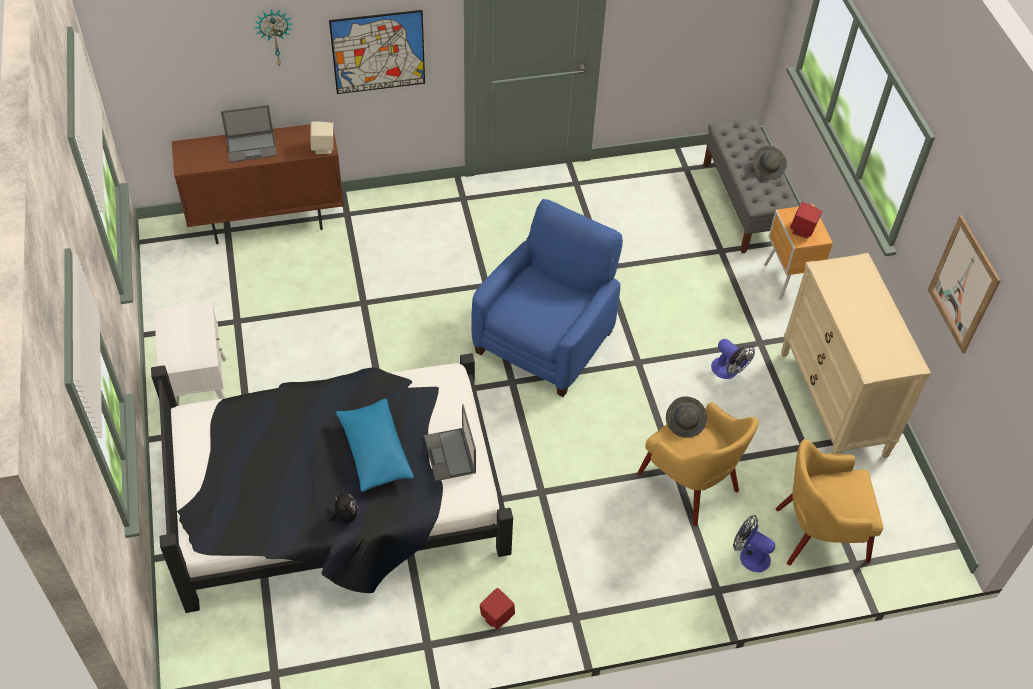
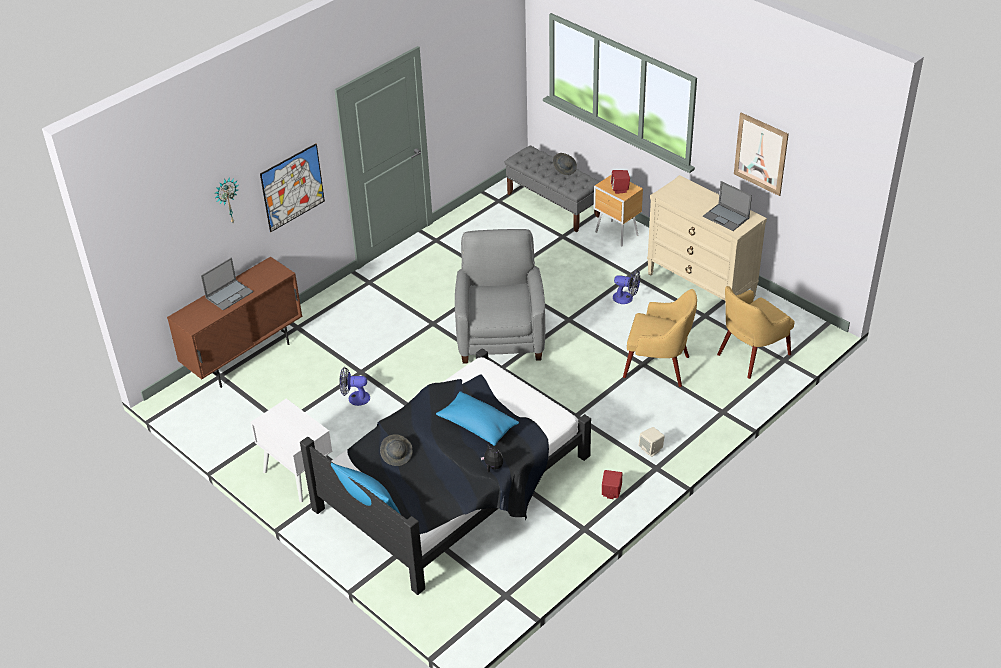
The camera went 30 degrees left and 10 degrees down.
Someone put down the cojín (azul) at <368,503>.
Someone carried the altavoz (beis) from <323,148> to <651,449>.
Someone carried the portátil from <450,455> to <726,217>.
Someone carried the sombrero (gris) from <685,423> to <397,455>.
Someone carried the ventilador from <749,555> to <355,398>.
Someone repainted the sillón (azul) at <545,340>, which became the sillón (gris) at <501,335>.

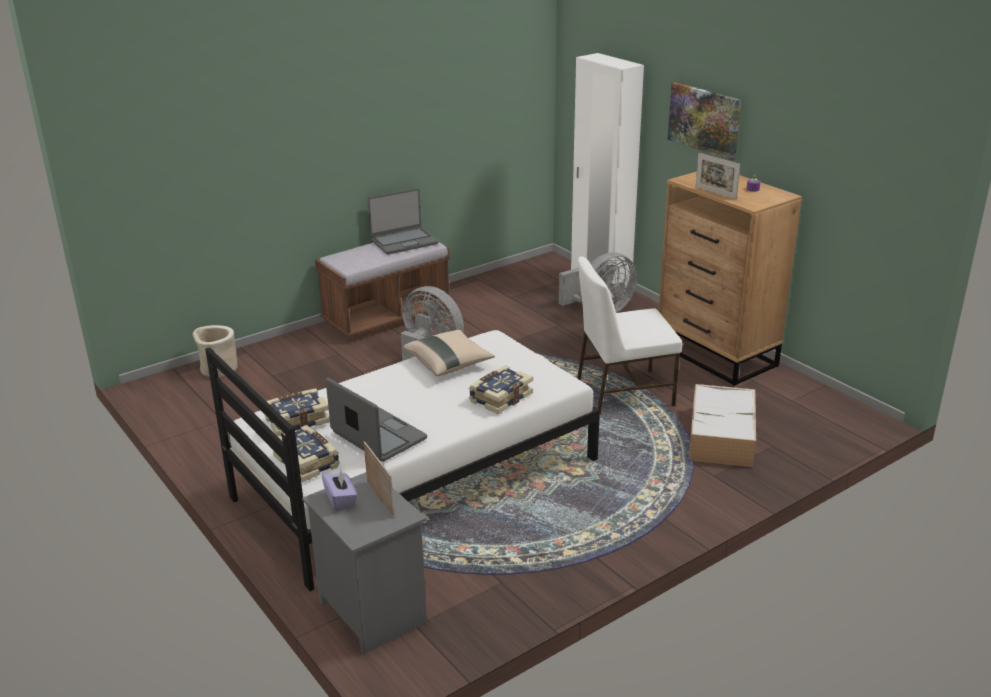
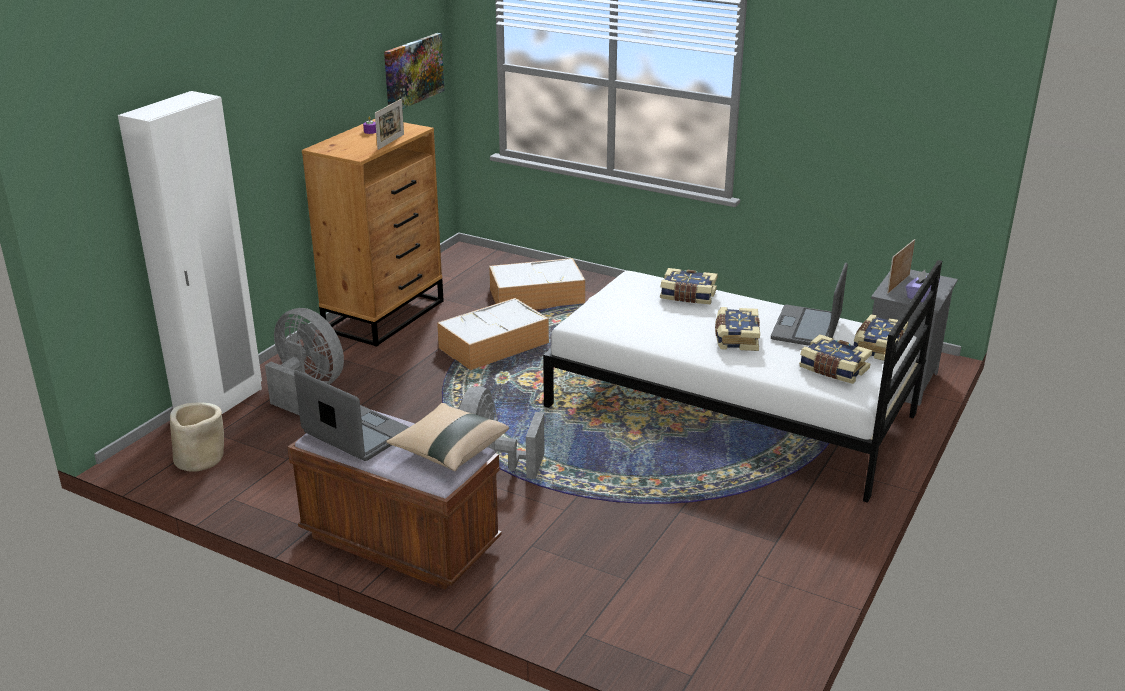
The camera went 115 degrees left and 0 degrees up.
Someone put down the libro at <736,338>.
Someone carried the maceta (beis) from <218,369> to <200,460>.
Someone carried the cojín (beis) from <449,364> to <448,450>.
Someone carried the cuadro from <704,120> to <413,71>.
Someone swapped the silla (blanco) at <622,392> for the caja de almacenaje at <493,346>.

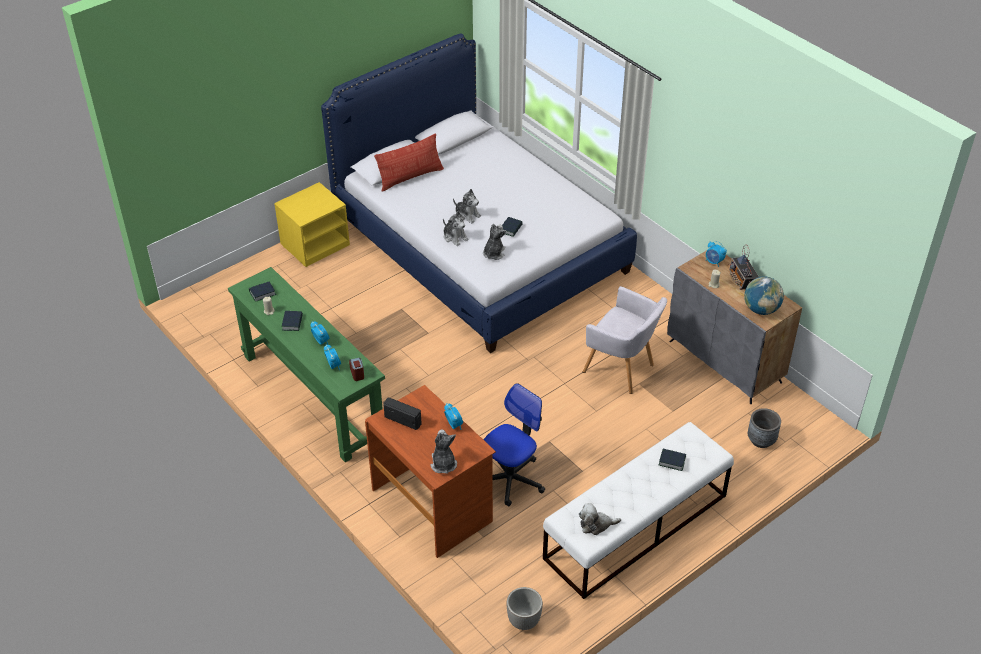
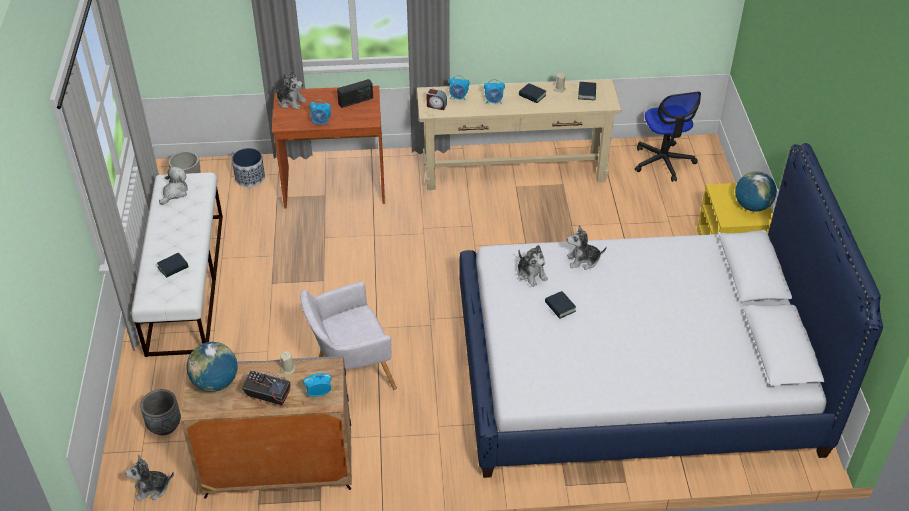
The camera went 125 degrees right and 0 degrees up.
Someone took away the cojín at <410,177>.
Someone put down the maceta at <250,178>.
Someone put down the globo terráqueo at <752,206>.
Someone carried the peluche from <467,215> to <152,488>.
Someone carried the silla de oficina from <511,479> to <663,162>.
Someone repainted the mesa consola (verde) at <312,396>, which became the mesa consola (beis) at <514,171>.

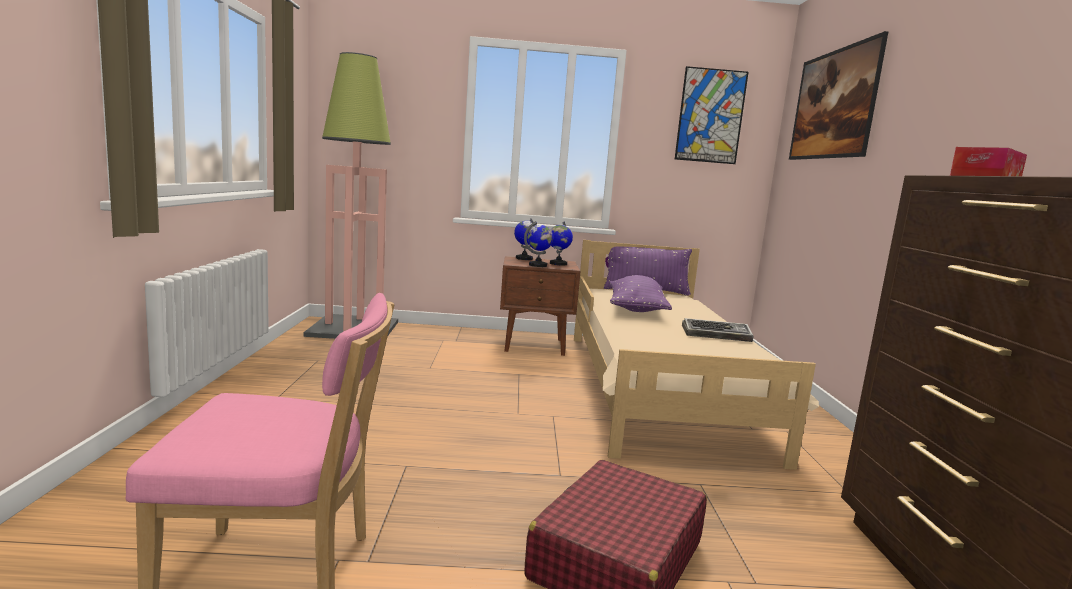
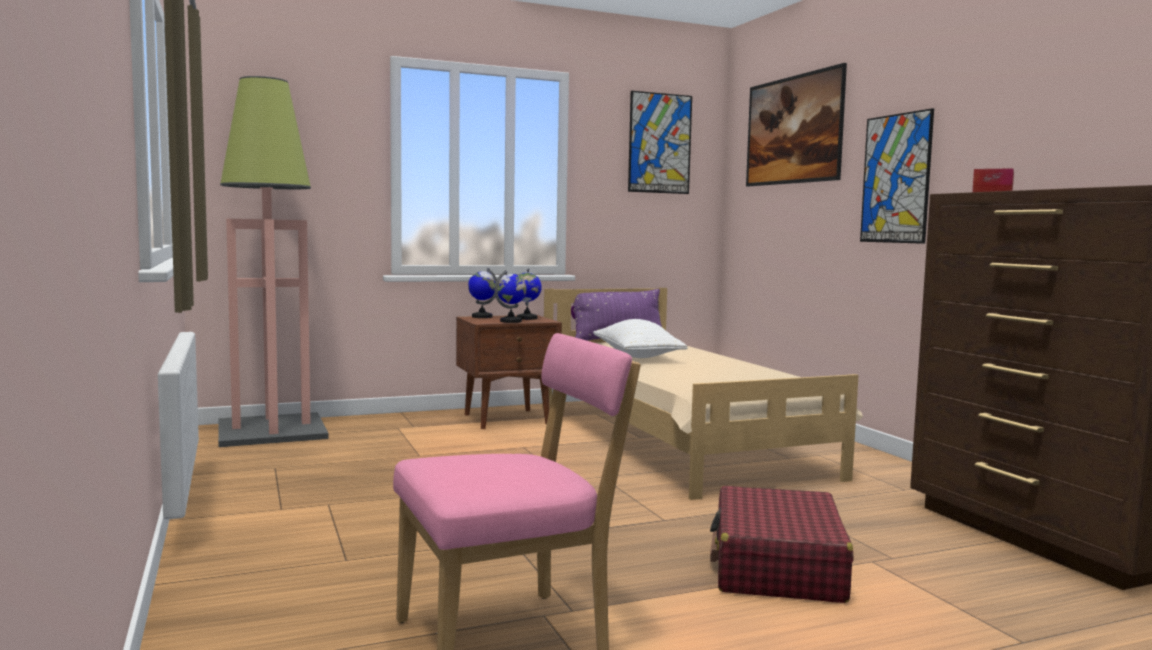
The camera went 20 degrees left and 5 degrees down.
Someone took away the teclado at <716,335>.
Someone put up the cuadro at <896,178>.
Someone repainted the cojín (morado) at <636,309>, which became the cojín (blanco) at <637,356>.

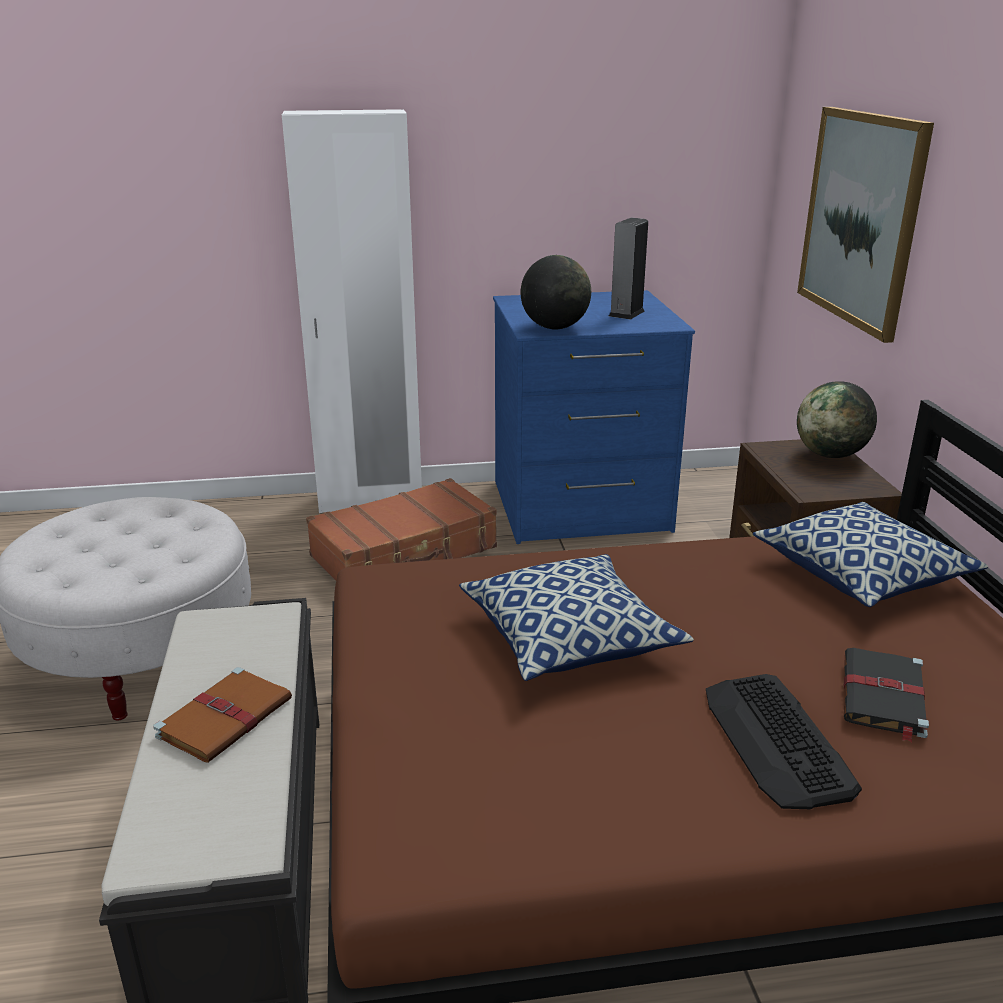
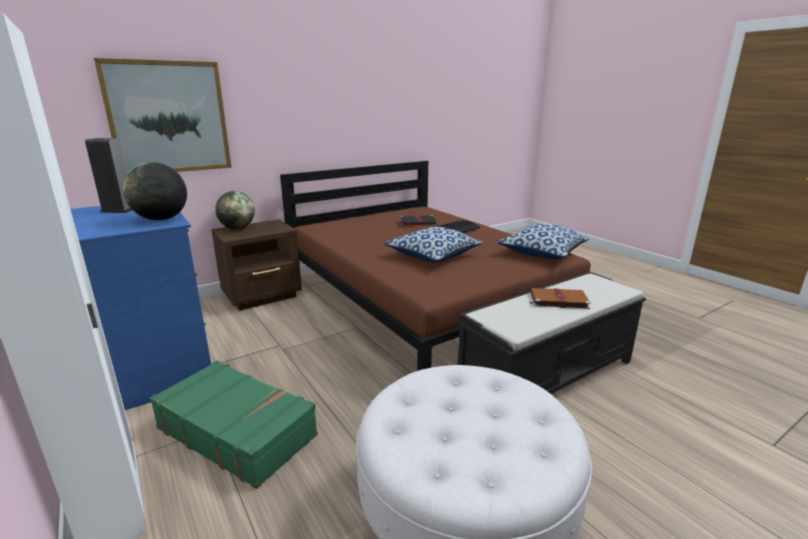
The camera went 115 degrees left and 5 degrees down.
Someone carried the cojín from <861,575> to <542,252>.
Someone repainted the maleta (marrón) at <405,552>, which became the maleta (verde) at <237,431>.

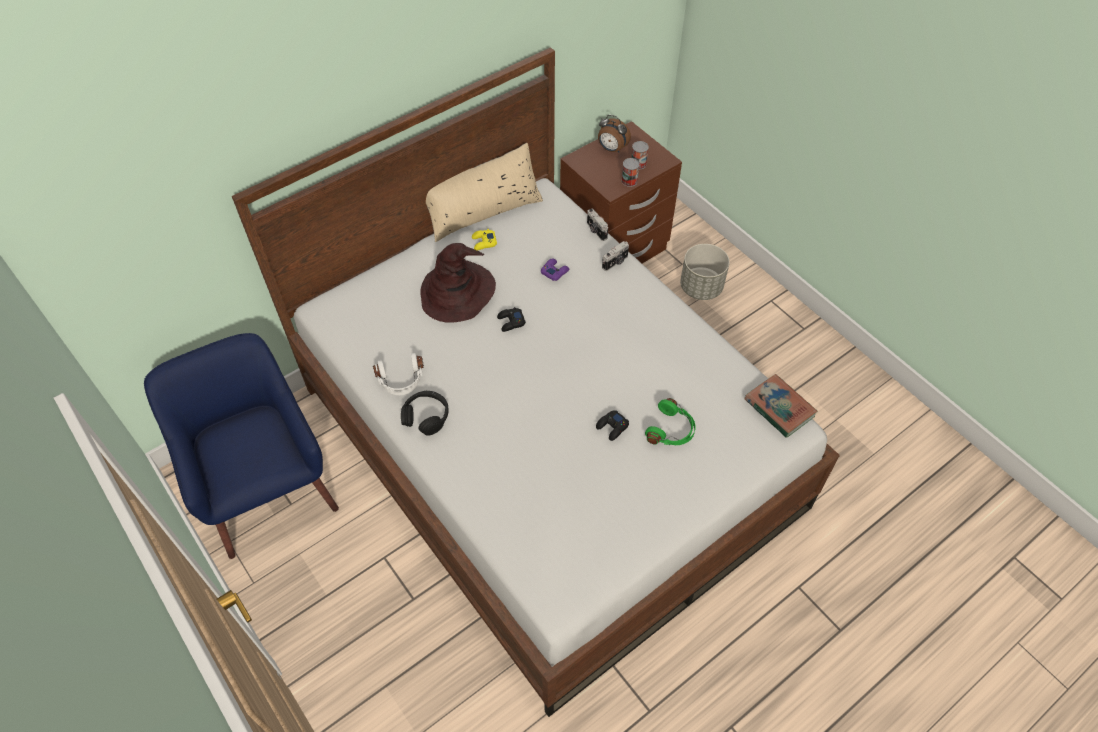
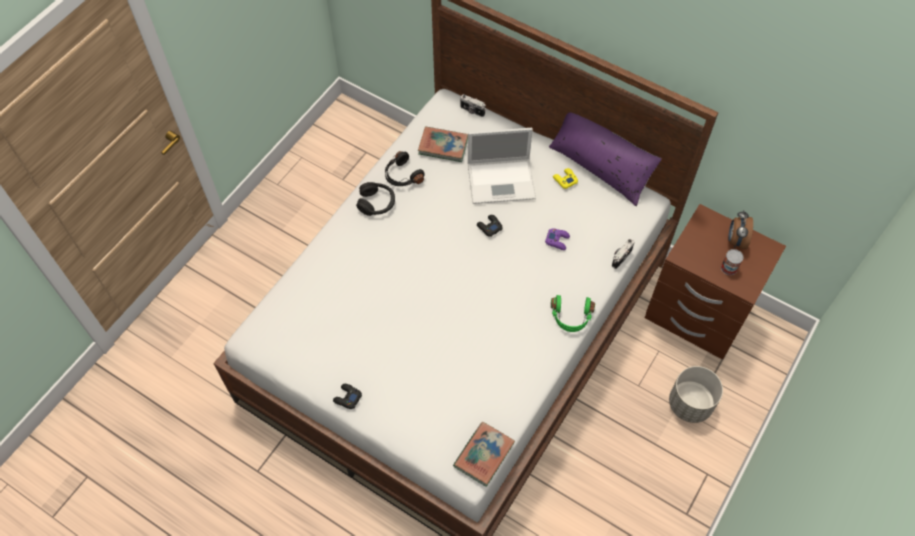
The camera went 70 degrees right and 5 degrees up.
Someone took away the sillón (azul) at <267,488>.
Someone took away the lata at <629,181>.
Someone put down the libro at <443,146>.
Someone carried the mando de consola (negro) from <612,427> to <347,398>.
Someone carried the cámara from <615,262> to <472,111>.
Someone carried the auriculares (verde) from <671,430> to <571,317>.
Someone swapped the sombrero (marrón) at <457,292> for the portátil at <502,180>.
Someone repainted the auriculares (blanco) at <401,381>, which became the auriculares (negro) at <402,176>.
Someone repainted the cojín (beis) at <483,211>, which became the cojín (morado) at <599,167>.

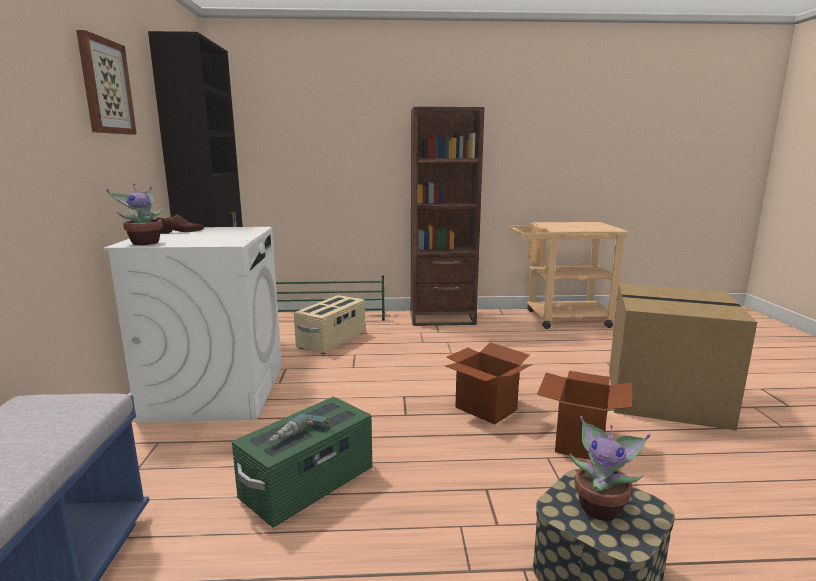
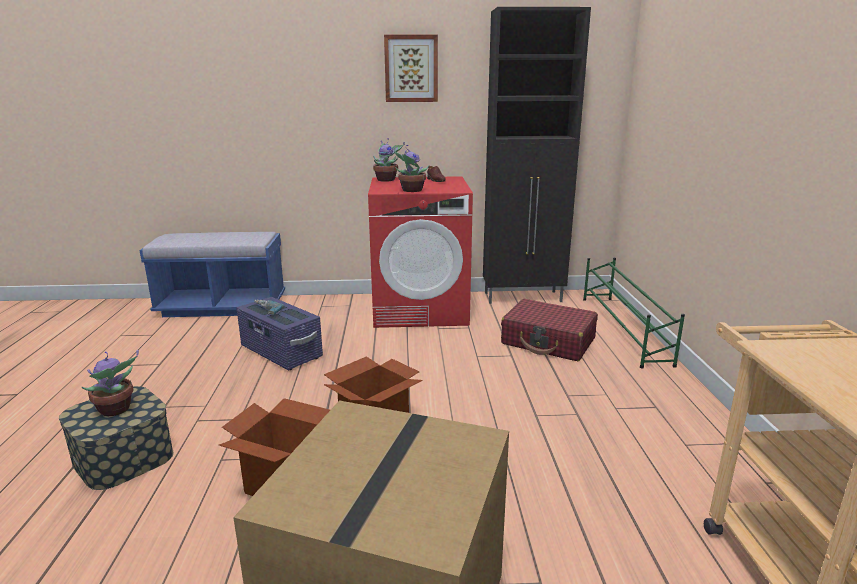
The camera went 90 degrees right and 5 degrees up.
Someone took away the estantería (marrón) at <442,318>.
Someone put down the planta en maceta at <411,190>.
Someone swapped the caja de almacenaje (beis) at <332,340> for the maleta (rojo) at <548,341>.
Someone repainted the lavadora (blanco) at <216,391>, which became the lavadora (rojo) at <420,309>.
Someone repainted the caja de almacenaje (verde) at <308,485>, which became the caja de almacenaje (morado) at <281,352>.

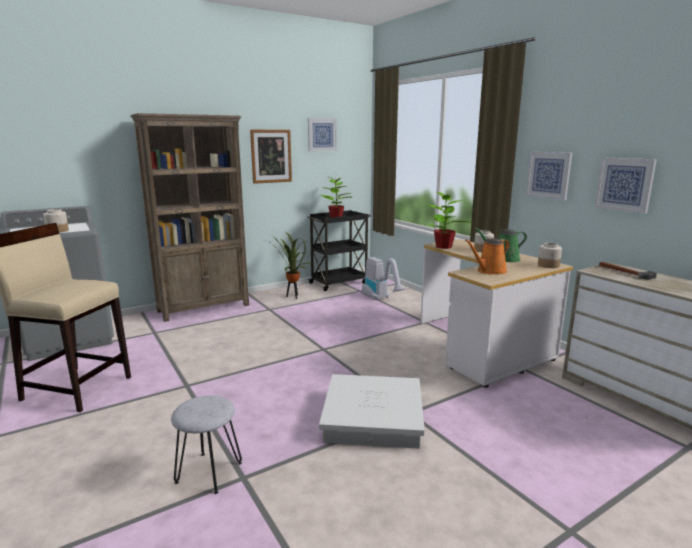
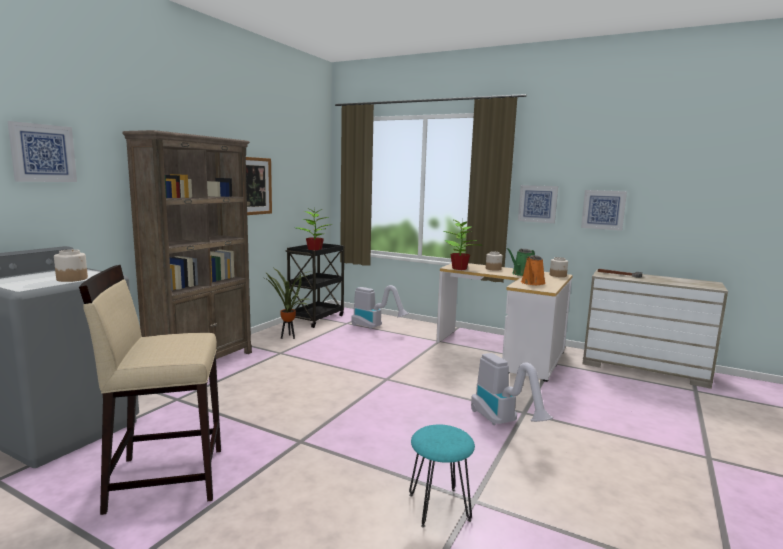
The camera went 30 degrees left and 5 degrees down.
Someone carried the cuadro from <322,134> to <43,153>.
Someone swapped the caja de almacenaje (blanco) at <373,418> for the aspiradora at <504,423>.
Someone repainted the taburete (gris) at <209,472>, which became the taburete (turquesa) at <439,506>.

